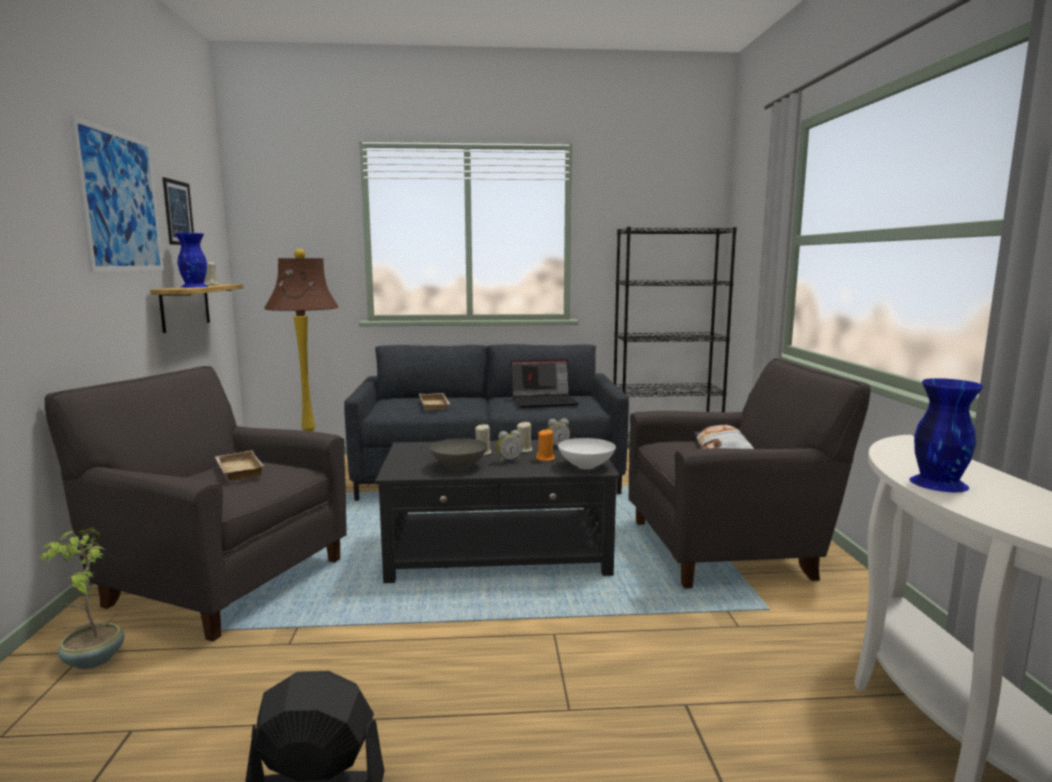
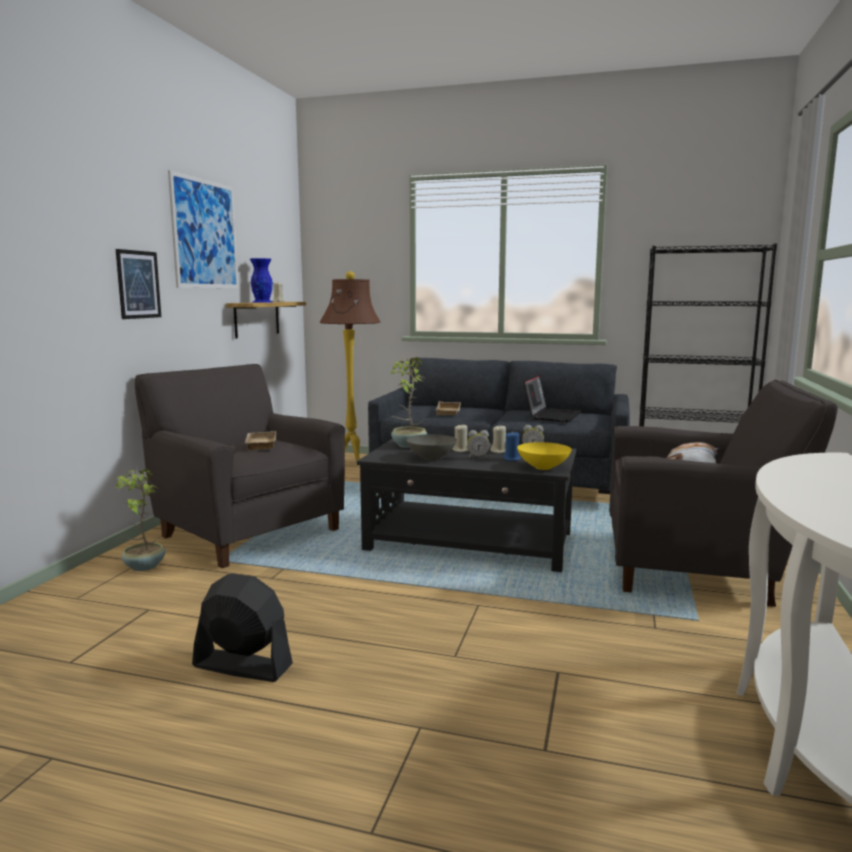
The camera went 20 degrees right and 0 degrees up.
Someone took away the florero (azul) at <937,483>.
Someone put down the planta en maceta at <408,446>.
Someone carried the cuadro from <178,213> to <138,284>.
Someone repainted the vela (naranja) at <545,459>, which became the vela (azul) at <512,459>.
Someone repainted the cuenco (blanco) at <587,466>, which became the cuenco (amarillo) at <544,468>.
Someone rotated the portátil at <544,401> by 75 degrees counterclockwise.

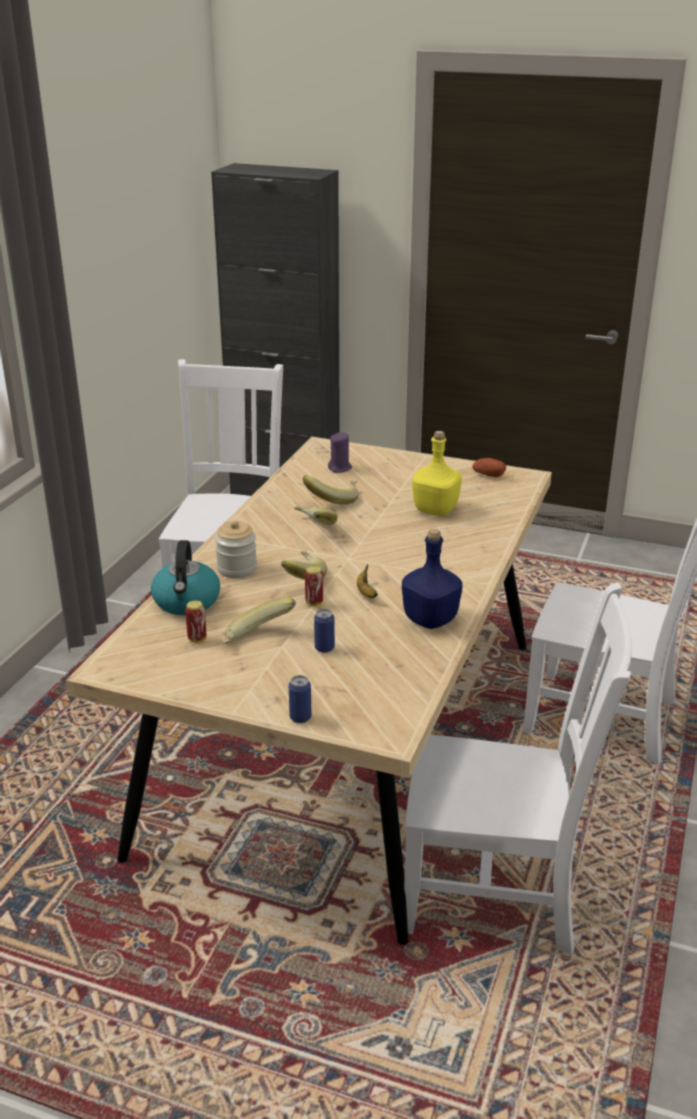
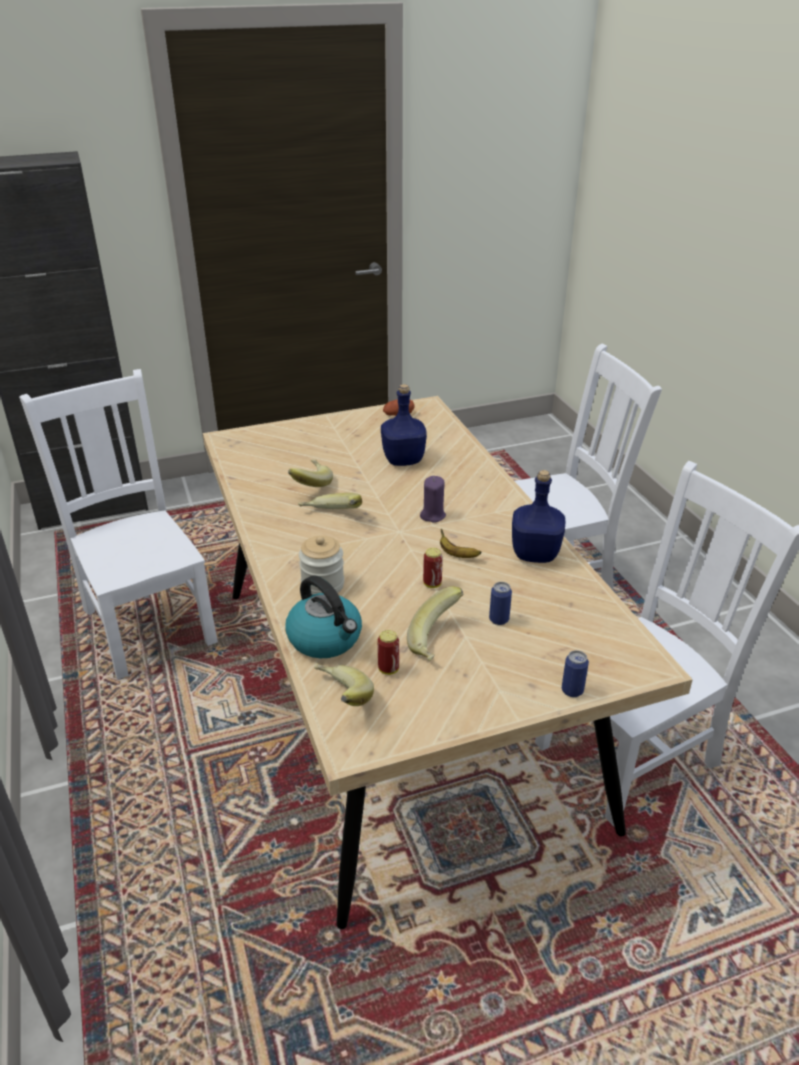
The camera went 40 degrees left and 5 degrees up.
Someone carried the plátano from <300,578> to <339,699>.
Someone carried the vela (morado) from <340,468> to <432,515>.
Someone repainted the botella (amarillo) at <435,510>, which became the botella (azul) at <403,460>.

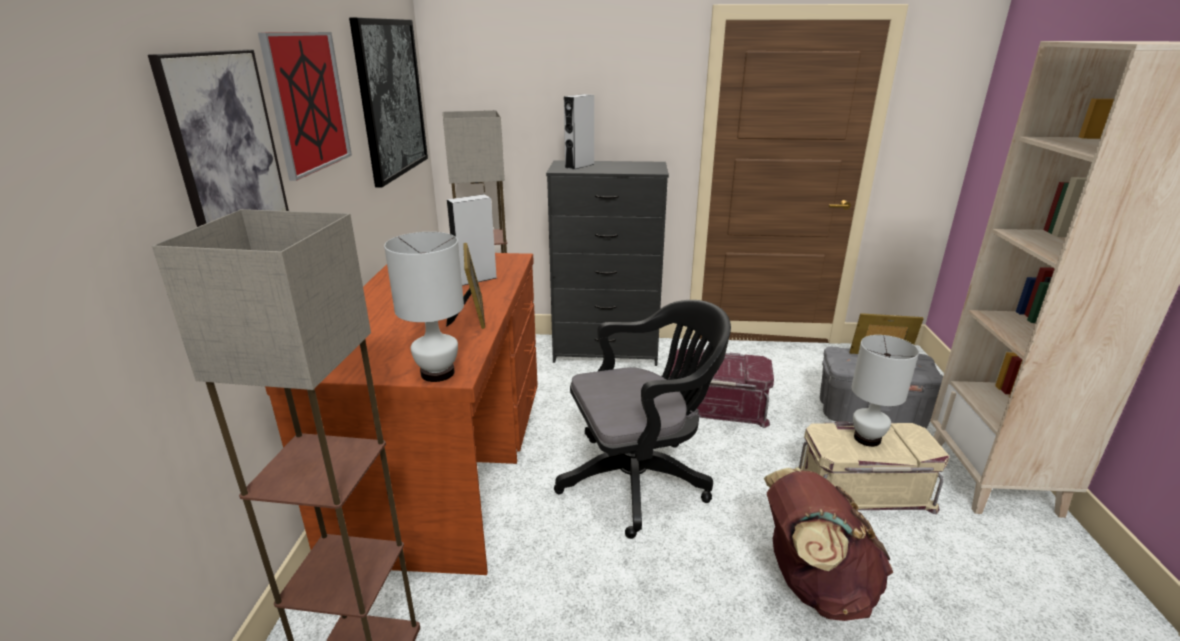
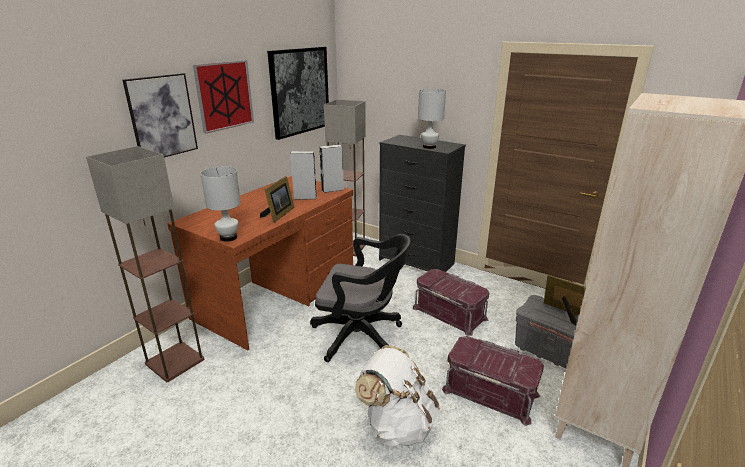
The camera went 30 degrees right and 0 degrees up.
Someone carried the altavoz (gris) from <579,166> to <332,190>.
Someone carried the lámpara de mesa (blanco) from <867,439> to <429,147>.
Someone repainted the mochila (marrón) at <814,585>, which became the mochila (blanco) at <397,425>.
Someone repainted the caja de almacenaje (beis) at <862,488>, which became the caja de almacenaje (rojo) at <491,391>.

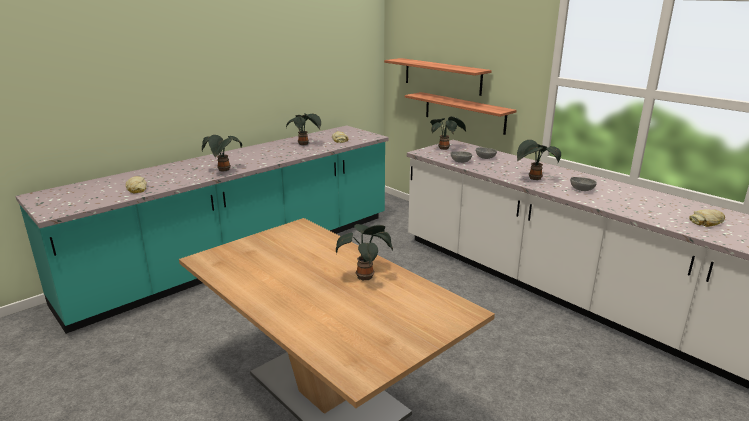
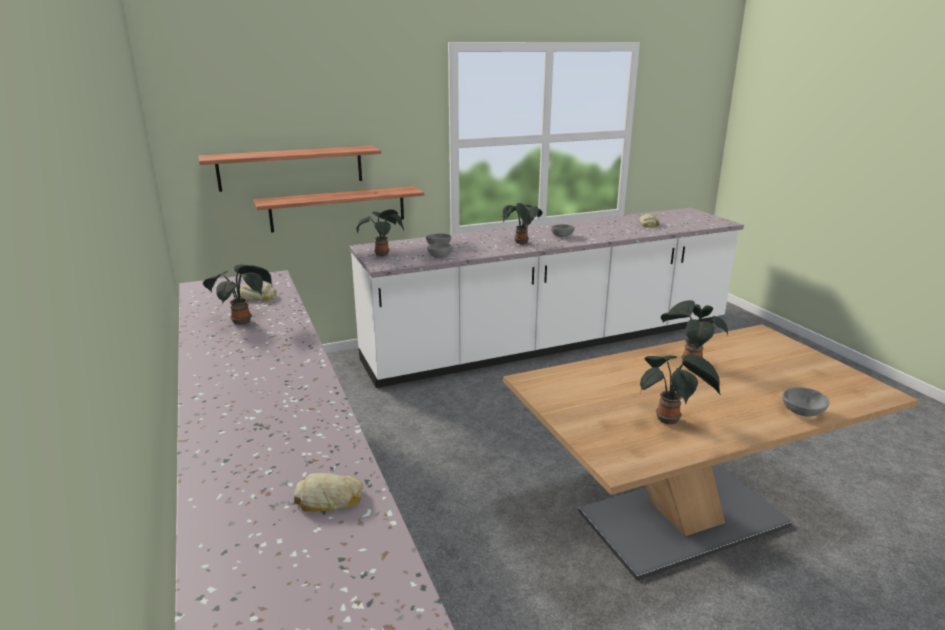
The camera went 70 degrees left and 0 degrees up.
Someone put down the cuenco (gris) at <802,412>.
Someone carried the planta en maceta from <224,170> to <670,420>.

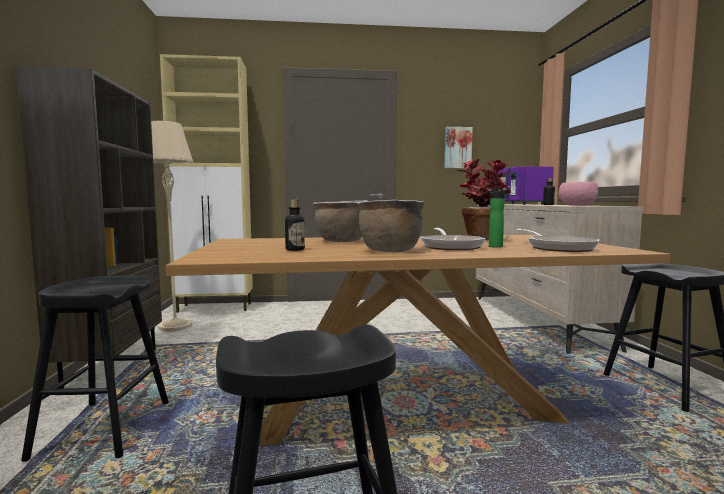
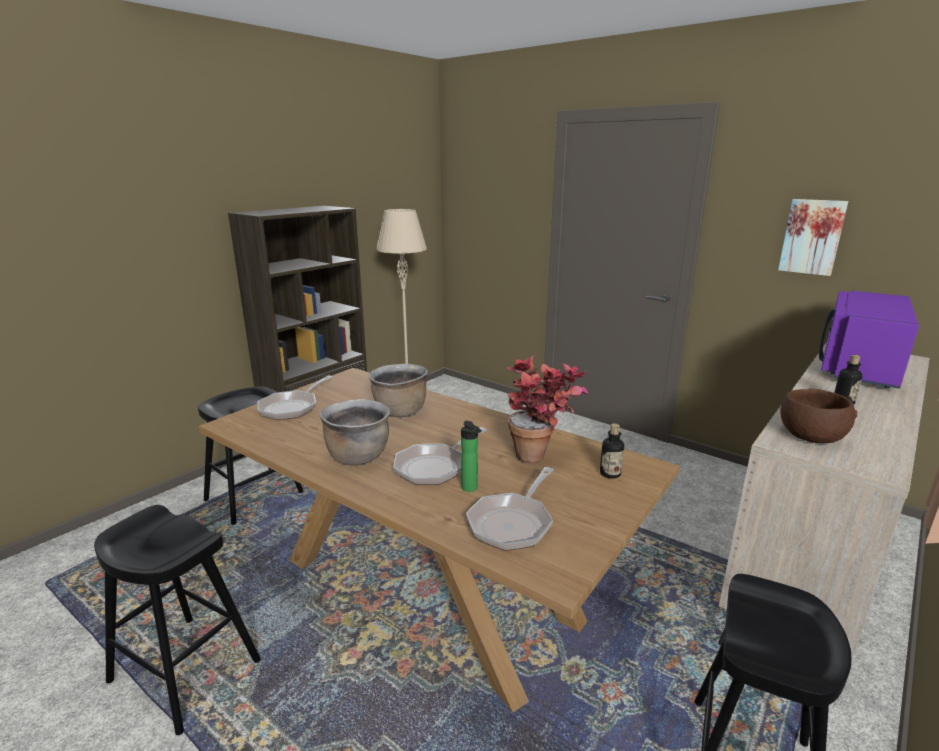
The camera went 45 degrees right and 15 degrees up.
Someone took away the armario (beis) at <216,308>.
Someone put down the sartén at <292,407>.
Someone carried the botella from <295,250> to <610,473>.
Someone repainted the cuenco (rosa) at <576,205>, which became the cuenco (marrón) at <809,436>.

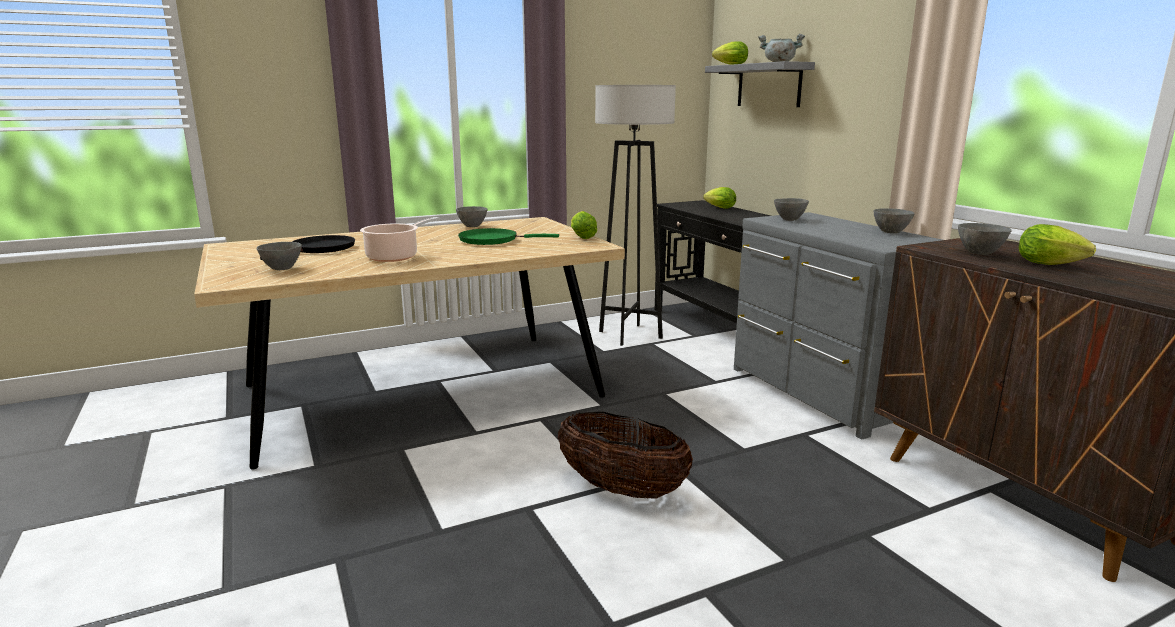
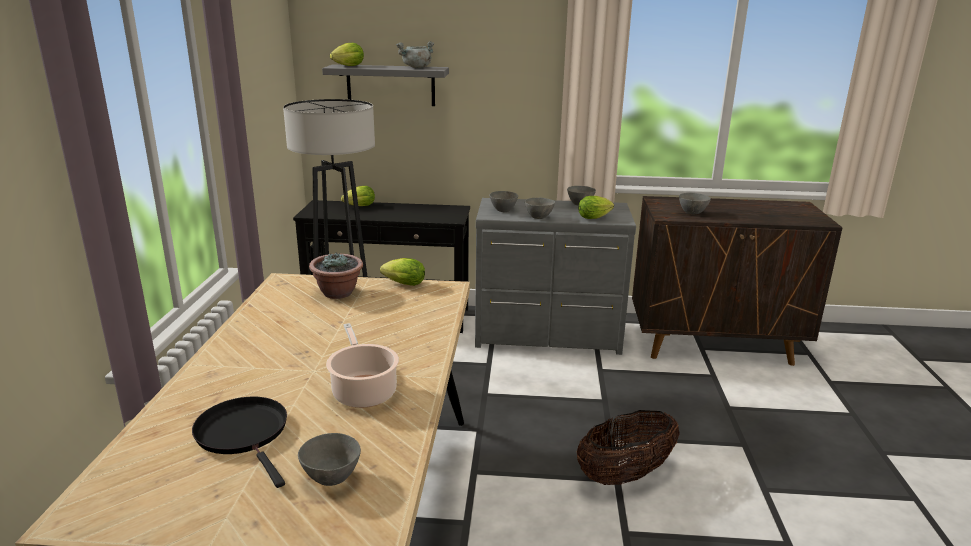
The camera went 60 degrees left and 5 degrees up.
Someone took away the sartén (verde) at <492,240>.
Someone put down the planta en maceta at <338,293>.
Someone carried the cuenco (gris) from <473,226> to <539,217>.
Someone carried the lechuga from <1053,265> to <595,217>.

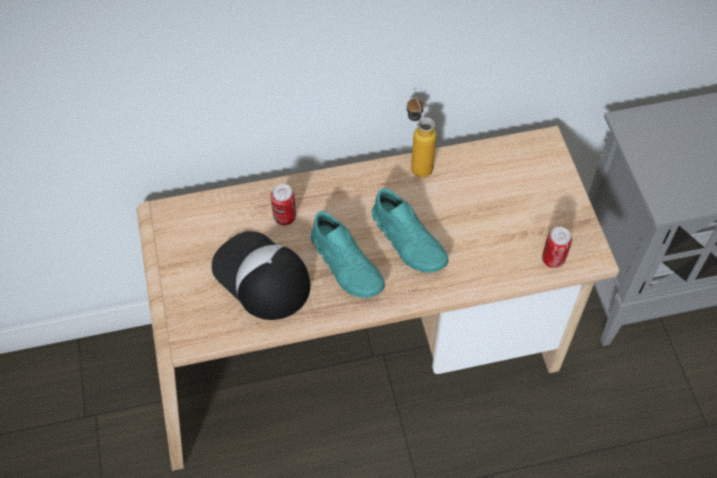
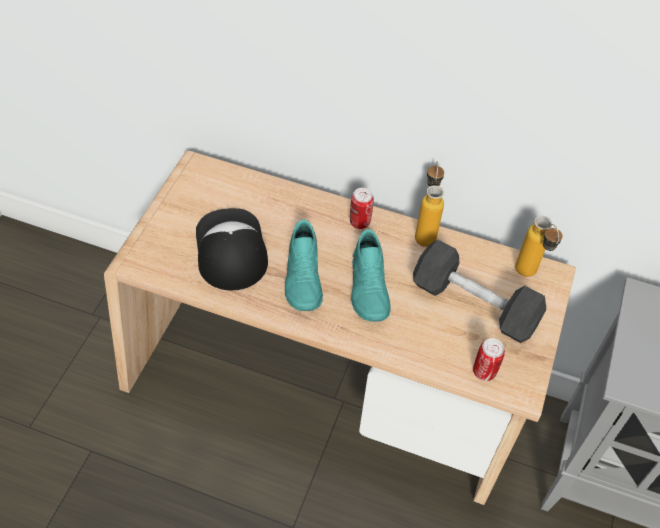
The camera went 30 degrees right and 5 degrees down.
Someone put down the mancuerna (negro) at <474,304>.
Someone put down the botella at <529,276>.
Someone carried the lata from <284,217> to <359,222>.

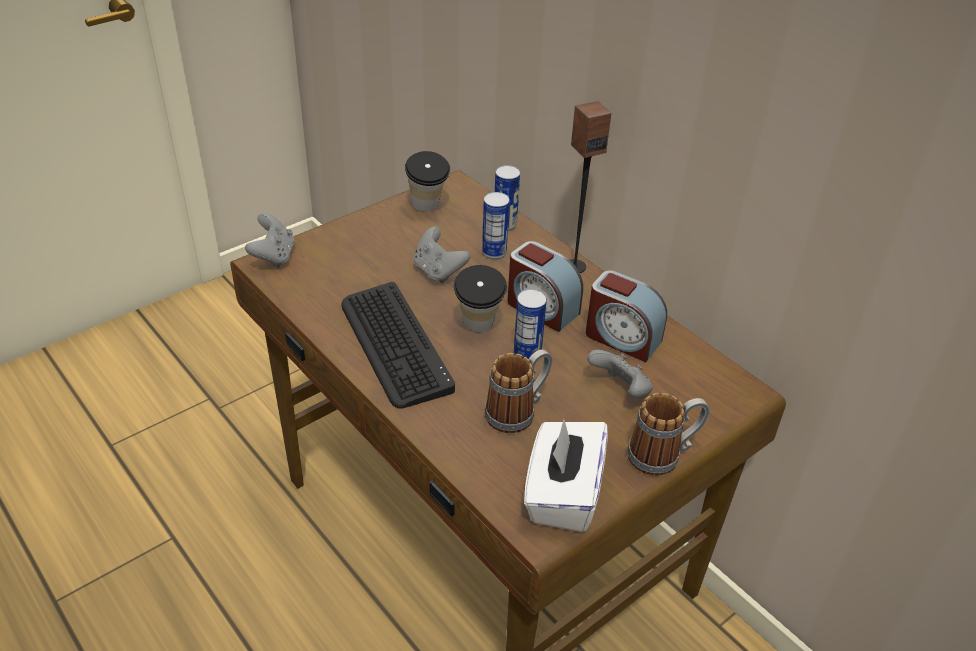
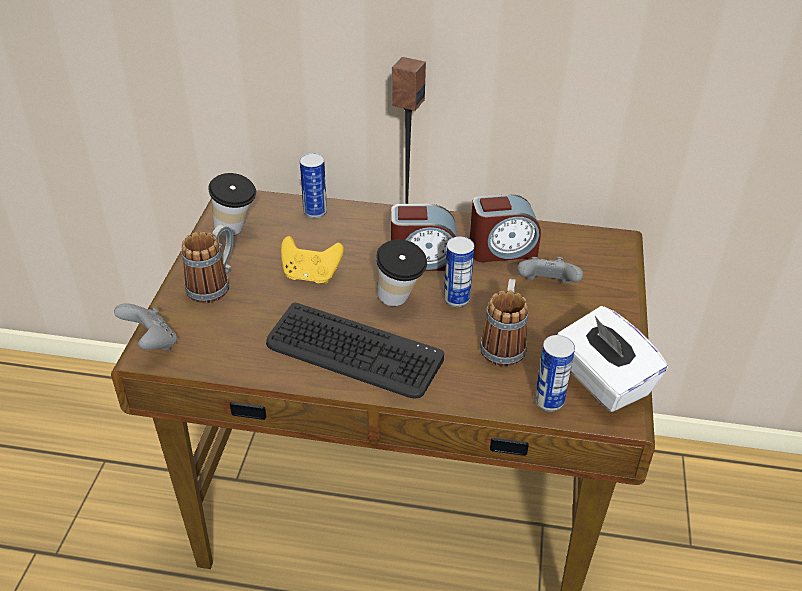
The camera went 40 degrees left and 0 degrees up.
Someone carried the lata from <494,253> to <549,401>.
Someone carried the taza grande from <663,455> to <214,284>.
Someone repainted the mando de consola (gris) at <438,271>, which became the mando de consola (amarillo) at <311,275>.

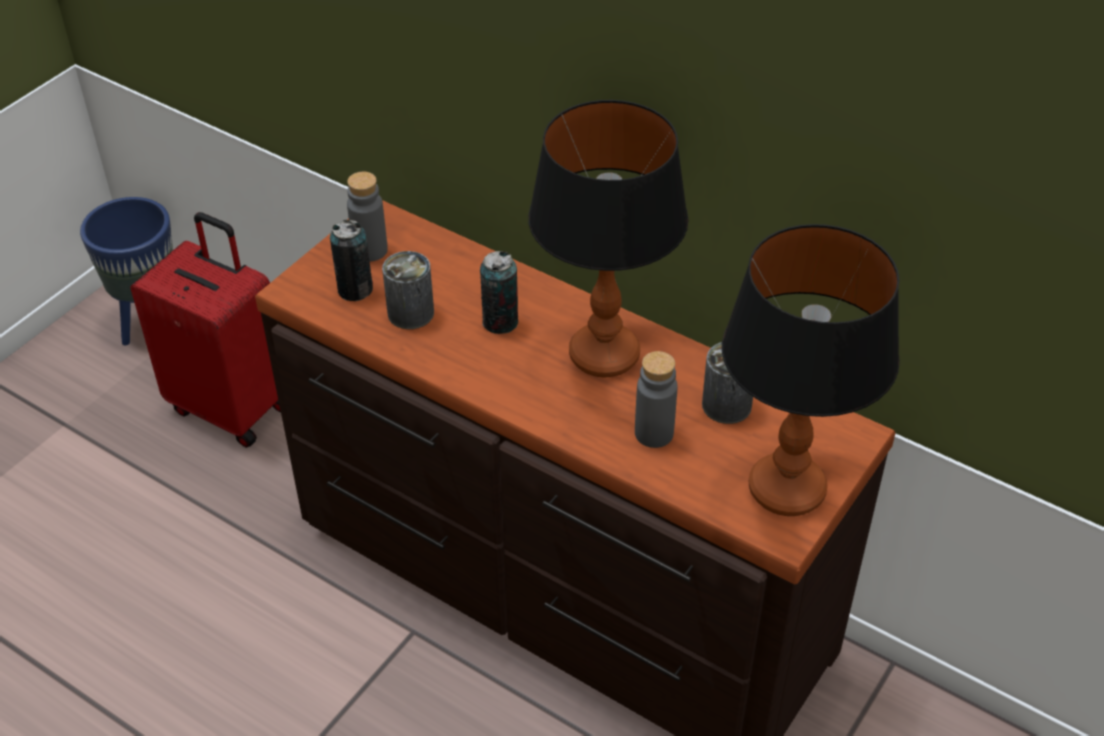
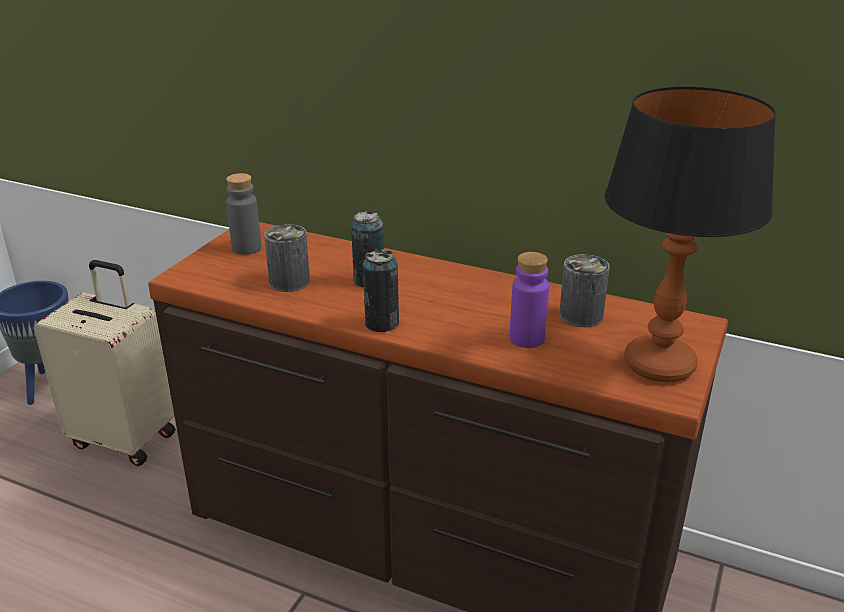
The camera went 10 degrees left and 15 degrees down.
Someone took away the lámpara de mesa at <605,355>.
Someone carried the lata from <355,290> to <382,323>.
Someone repainted the maleta (rojo) at <233,406>, which became the maleta (beis) at <125,438>.
Someone repainted the botella (gris) at <654,433>, which became the botella (morado) at <526,339>.

